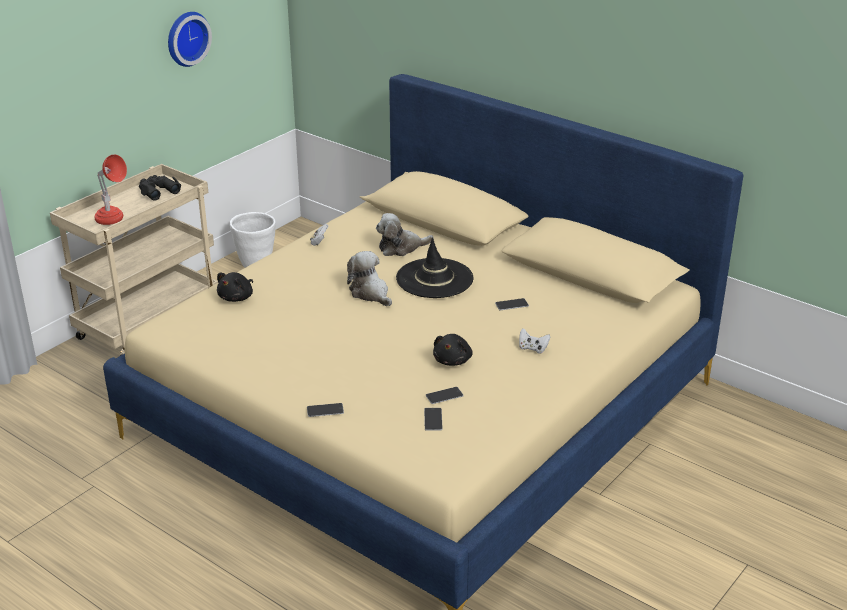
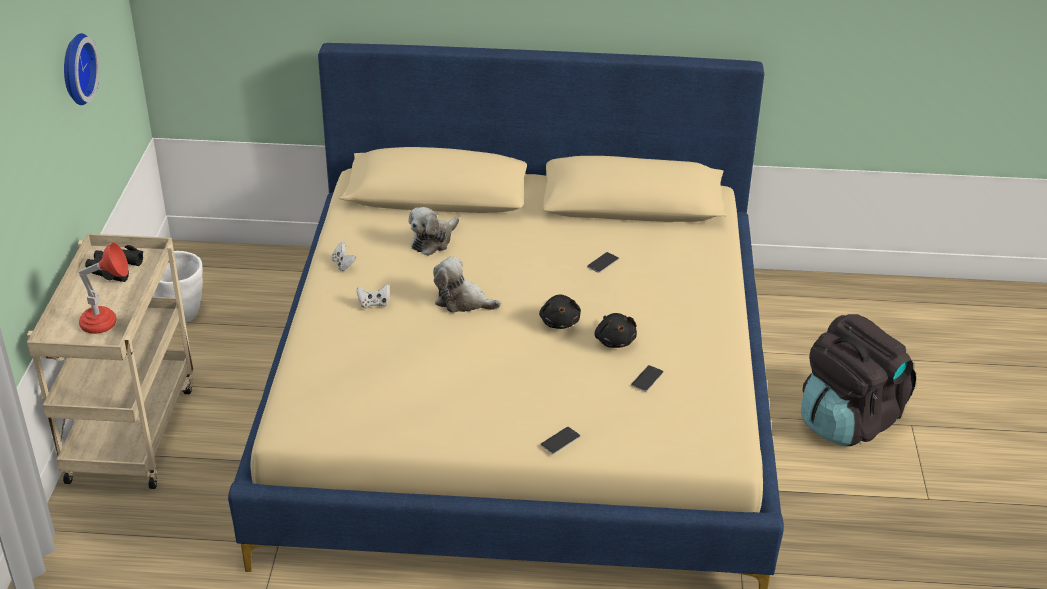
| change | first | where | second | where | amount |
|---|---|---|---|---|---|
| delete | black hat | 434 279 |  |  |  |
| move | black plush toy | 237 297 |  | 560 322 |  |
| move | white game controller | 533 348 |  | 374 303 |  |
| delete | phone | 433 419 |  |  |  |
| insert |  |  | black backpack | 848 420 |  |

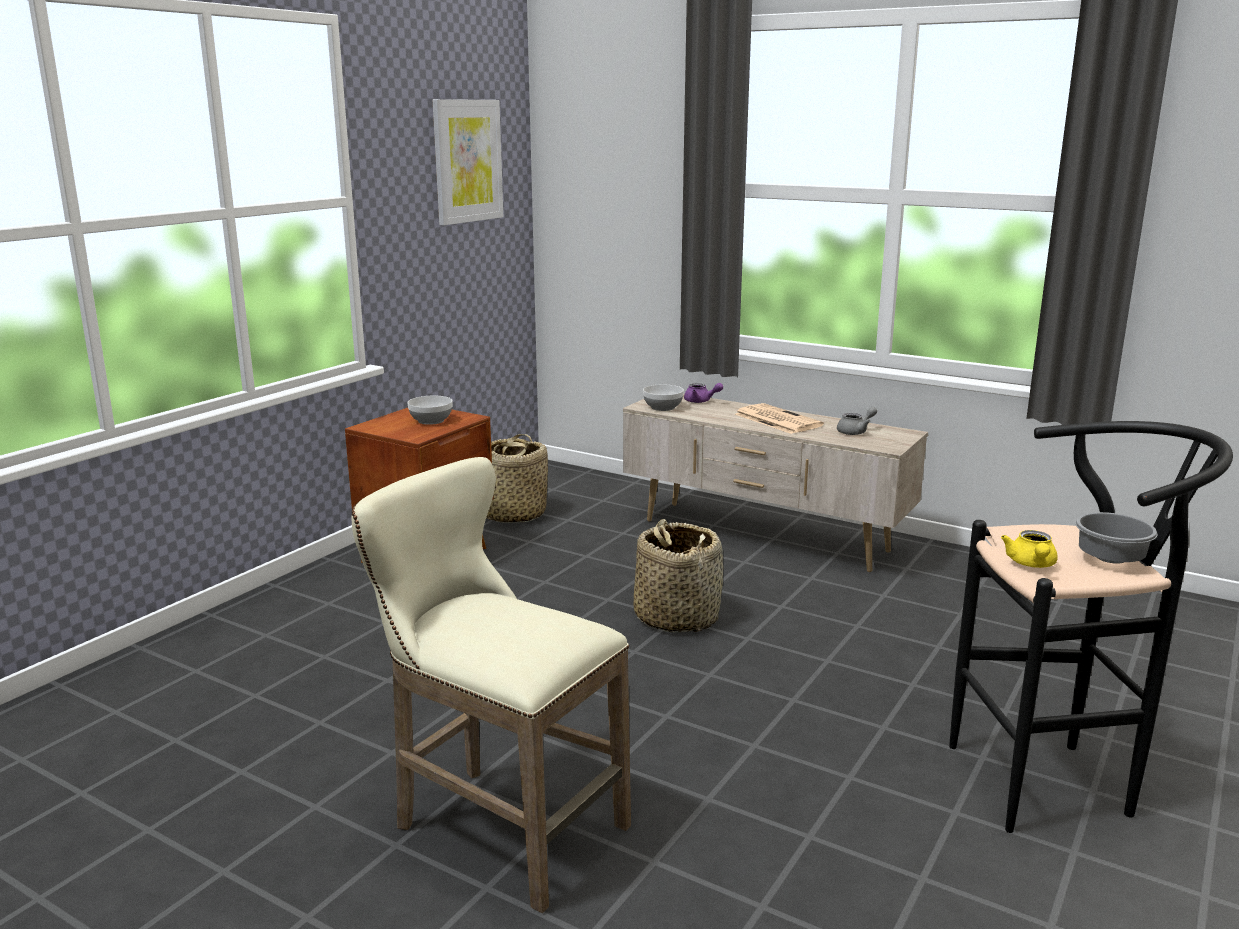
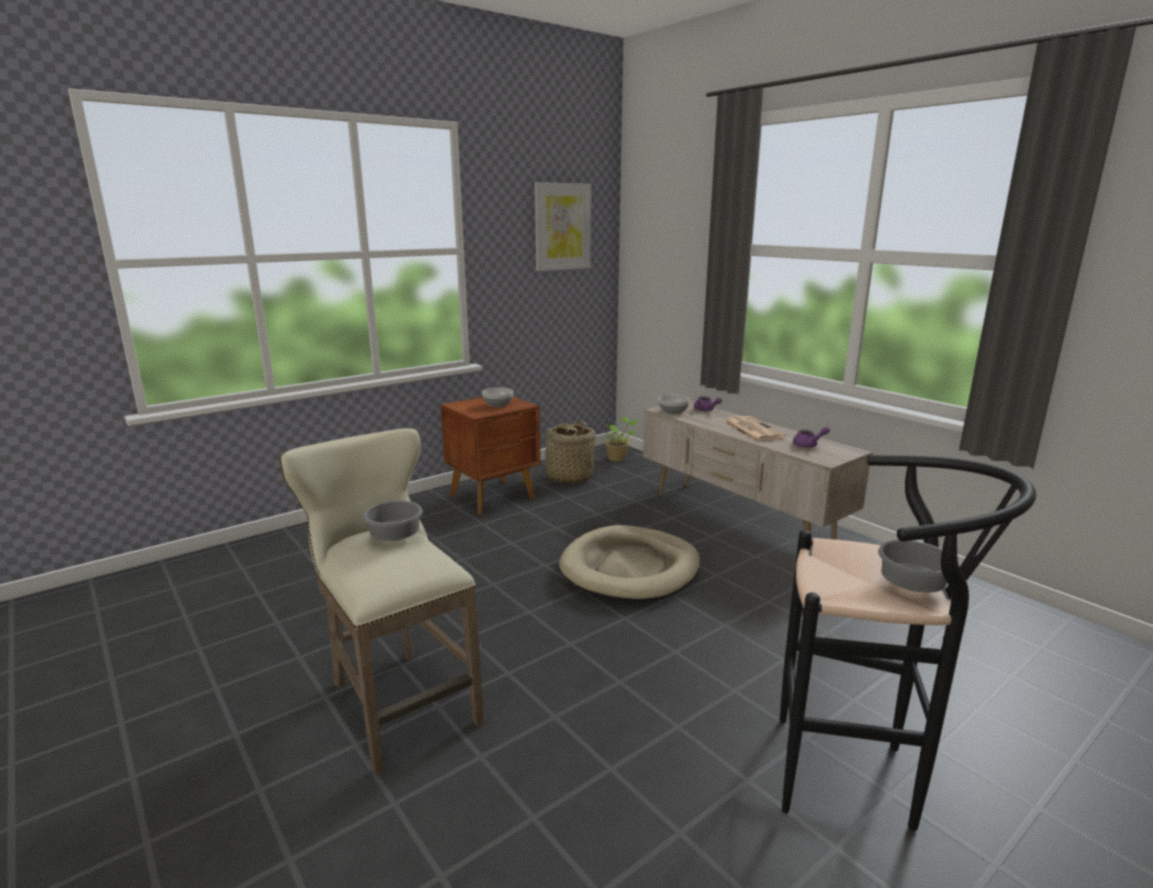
| change | first | where | second | where | amount |
|---|---|---|---|---|---|
| recolor | grey teapot | 856 432 | purple teapot | 809 445 |  |
| replace | basket | 676 617 | beige dog bed | 630 569 |  |
| delete | yellow teapot | 1031 564 |  |  |  |
| insert |  |  | potted plant | 618 458 |  |
| insert |  |  | grey bowl | 393 537 |  |

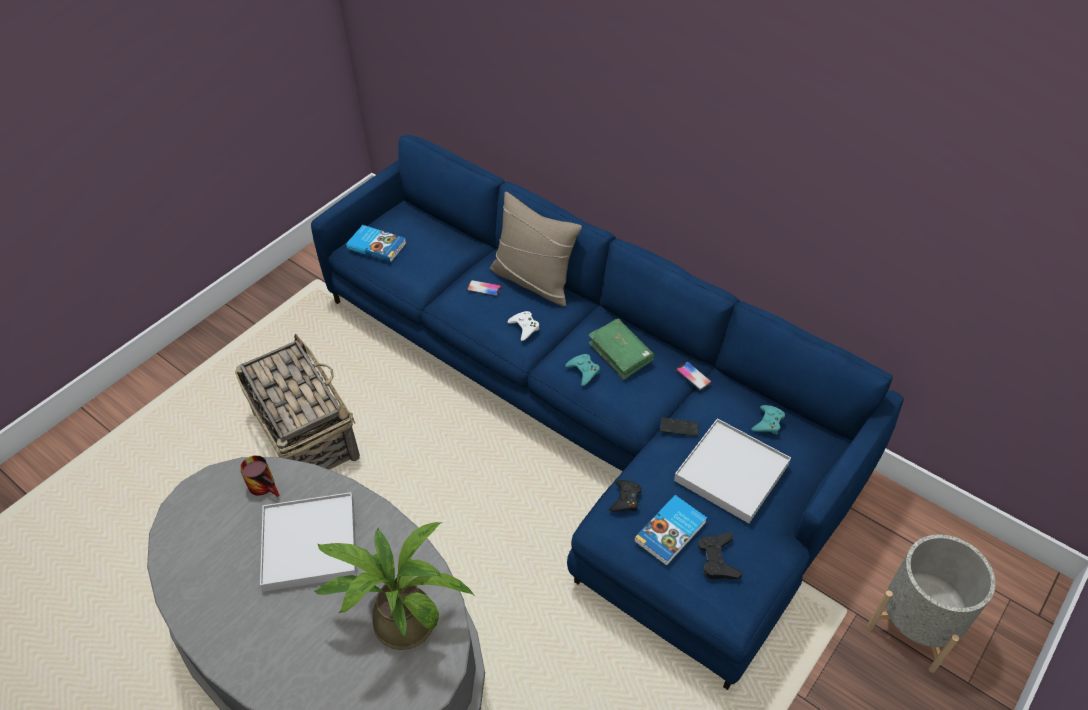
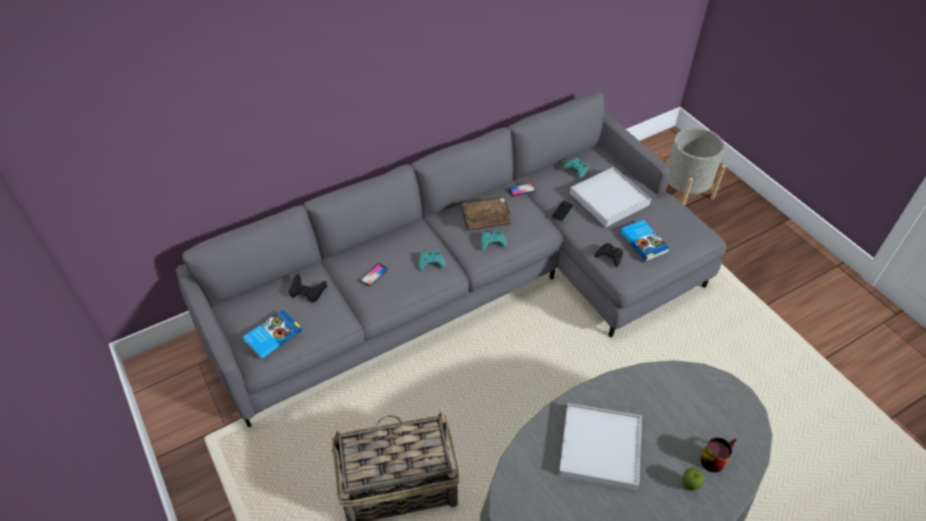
| change | first | where | second | where | amount |
|---|---|---|---|---|---|
| recolor | blue sofa | 590 414 | grey sofa | 472 284 |  |
| delete | beige pillow | 534 281 |  |  |  |
| recolor | white game controller | 524 327 | turquoise game controller | 431 262 |  |
| recolor | green book | 620 353 | brown book | 485 217 |  |
| move | mug | 266 485 |  | 714 457 |  |
| delete | potted plant | 399 617 |  |  |  |
| move | black game controller | 718 559 |  | 307 291 |  |
| insert |  |  | apple | 689 486 |  |

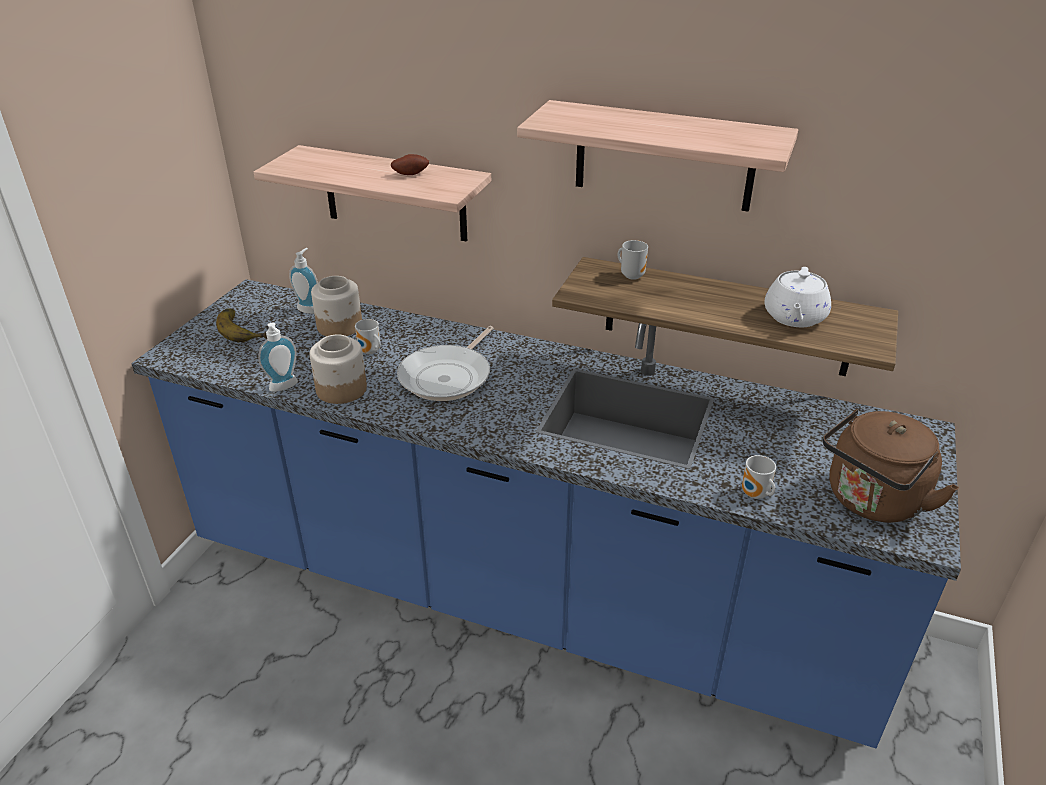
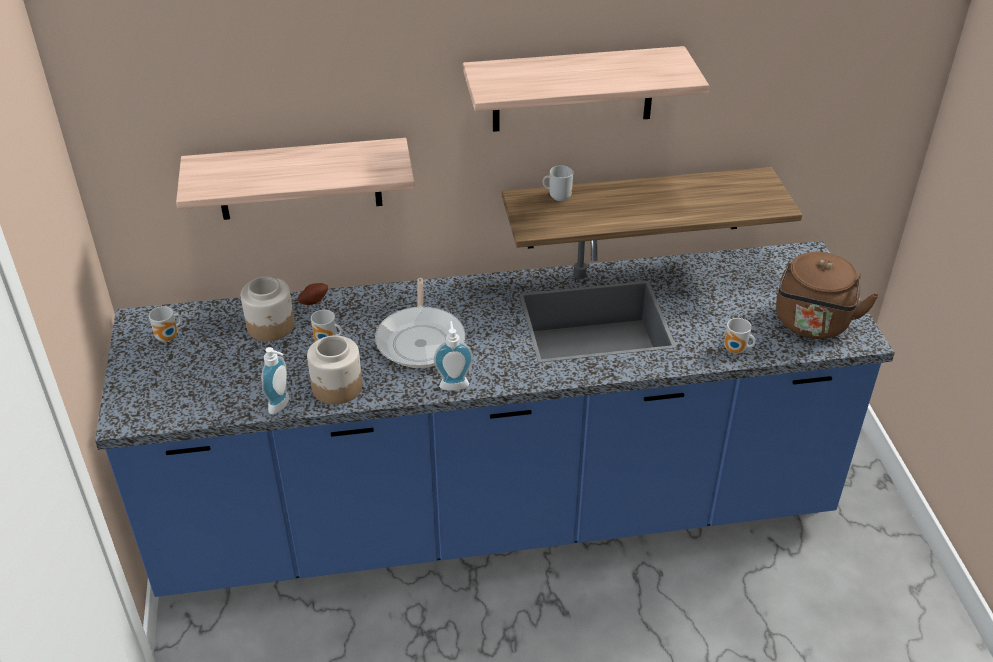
| change | first | where | second | where | amount |
|---|---|---|---|---|---|
| move | potato | 410 174 |  | 313 300 |  |
| move | soap dispenser | 310 308 |  | 454 383 |  |
| delete | white teapot | 794 317 |  |  |  |
| delete | banana | 247 328 |  |  |  |
| insert |  |  | mug | 169 337 |  |

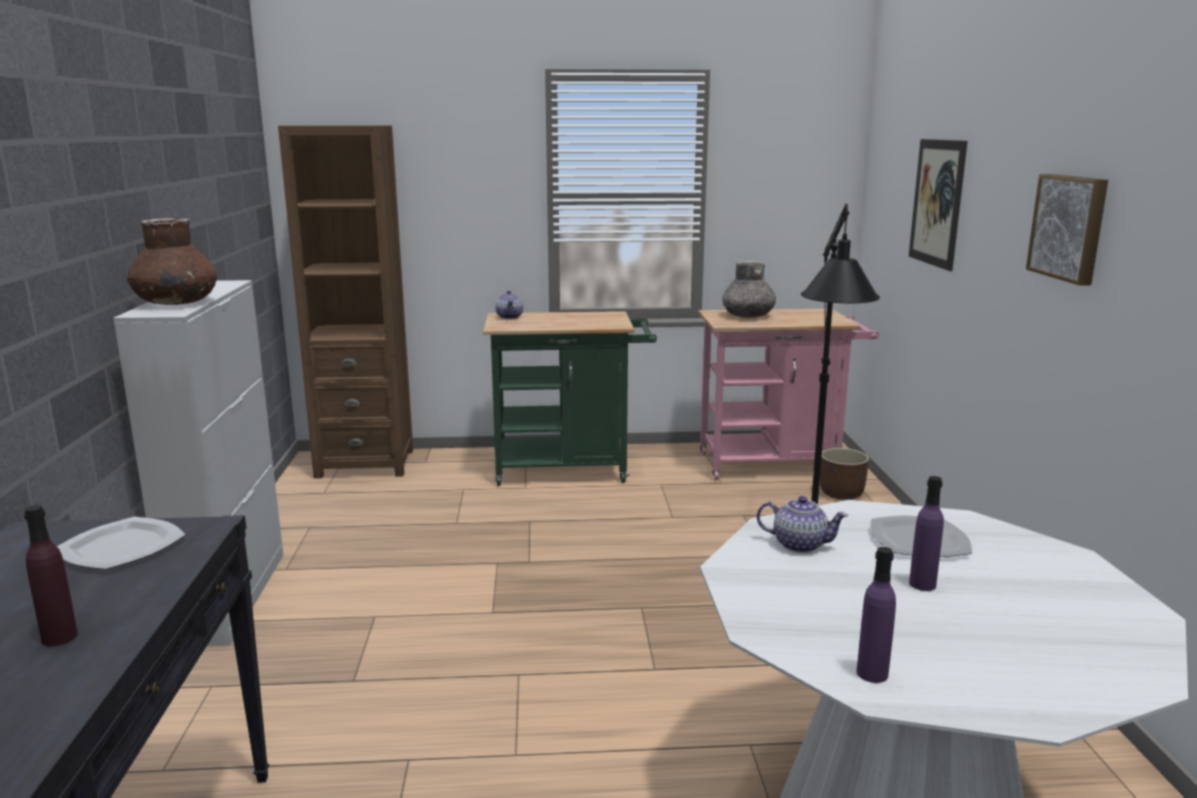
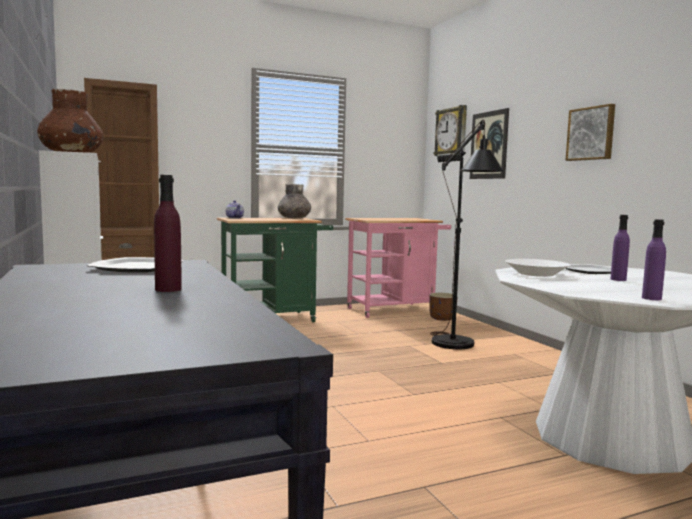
| change | first | where | second | where | amount |
|---|---|---|---|---|---|
| move | grey vase | 748 316 |  | 294 218 |  |
| replace | teapot | 799 544 | white bowl | 536 274 |  |
| insert |  |  | wall clock | 452 135 |  |

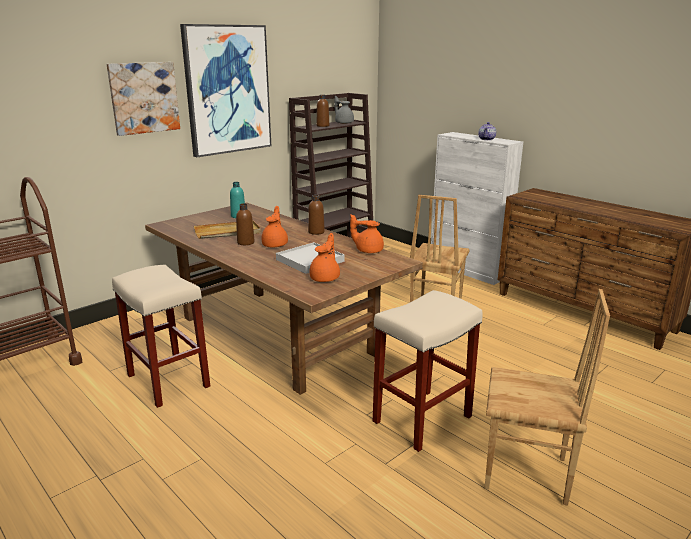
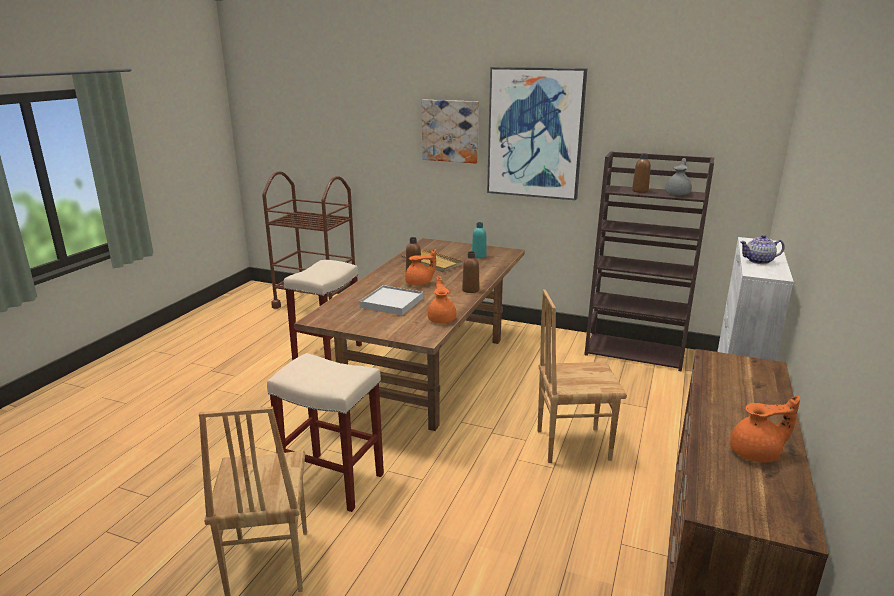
| change | first | where | second | where | amount |
|---|---|---|---|---|---|
| move | orange teapot | 325 278 |  | 757 453 |  |

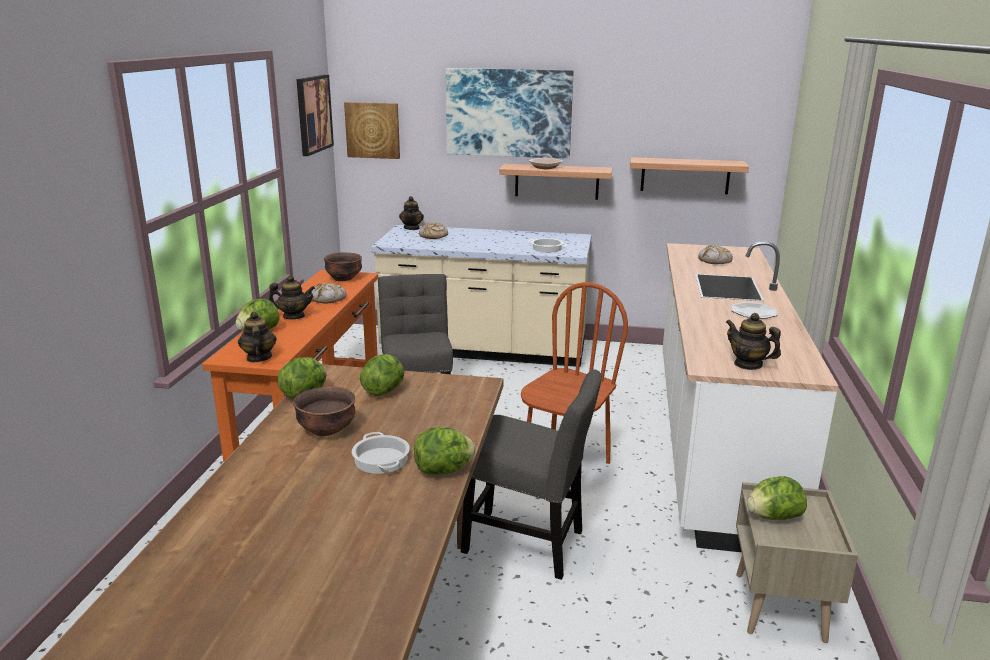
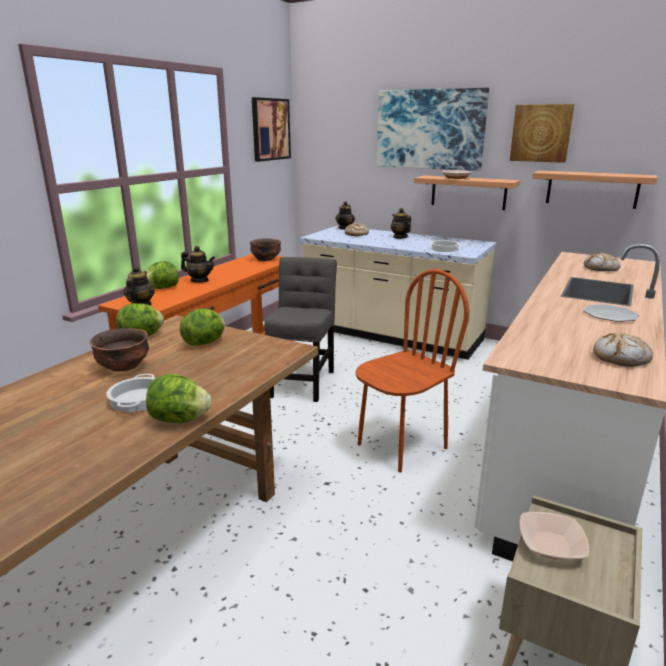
| change | first | where | second | where | amount |
|---|---|---|---|---|---|
| move | picture | 373 130 |  | 541 133 |  |
| move | bread | 329 299 |  | 621 358 |  |
| move | teapot | 748 364 |  | 400 237 |  |
| delete | grey chair | 529 544 |  |  |  |
| replace | lettuce | 773 517 | bowl | 551 545 |  |

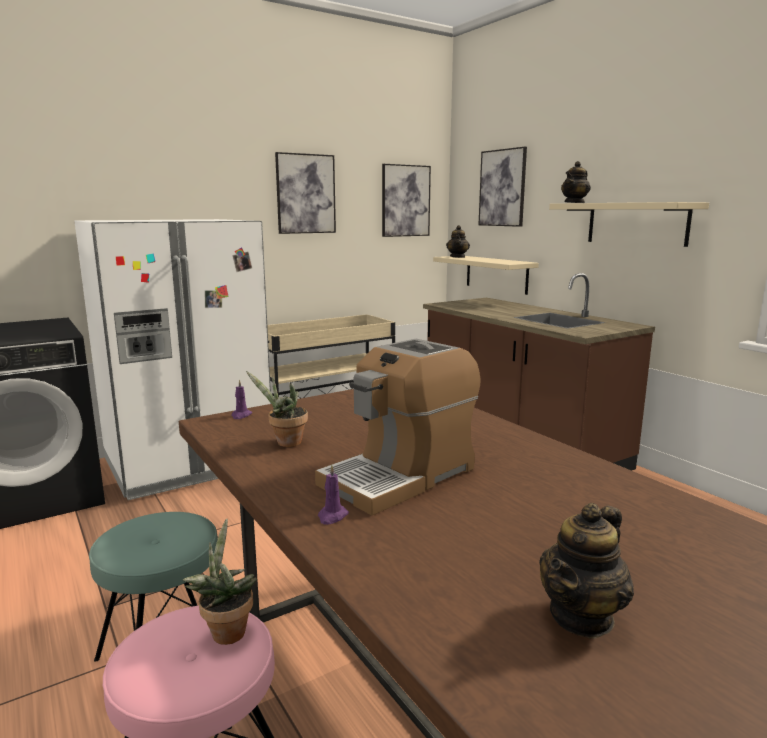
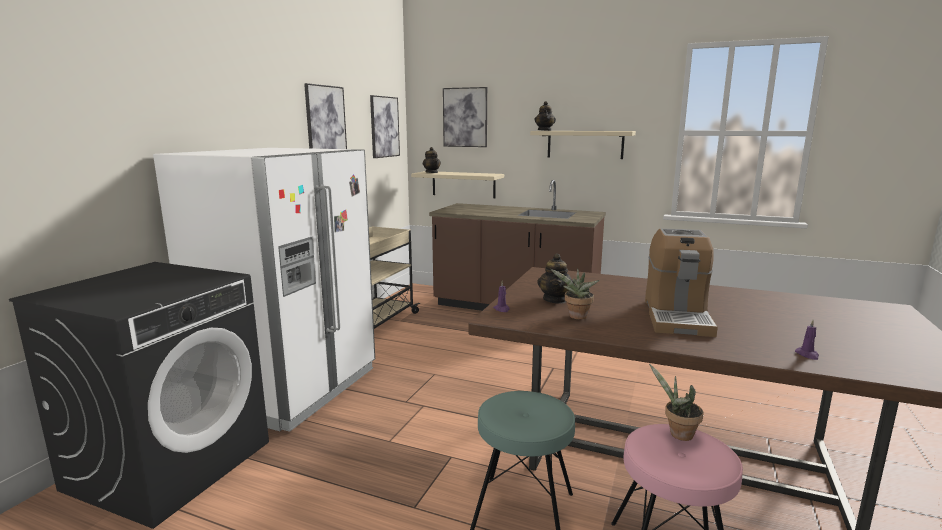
| change | first | where | second | where | amount |
|---|---|---|---|---|---|
| move | purple candle | 332 516 |  | 807 355 |  |
| move | teapot | 582 616 |  | 555 300 |  |

